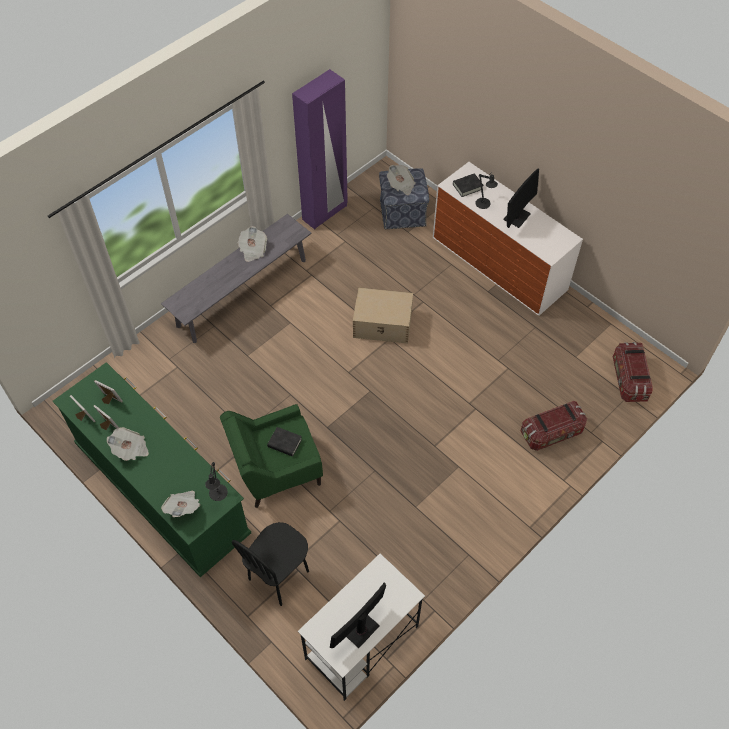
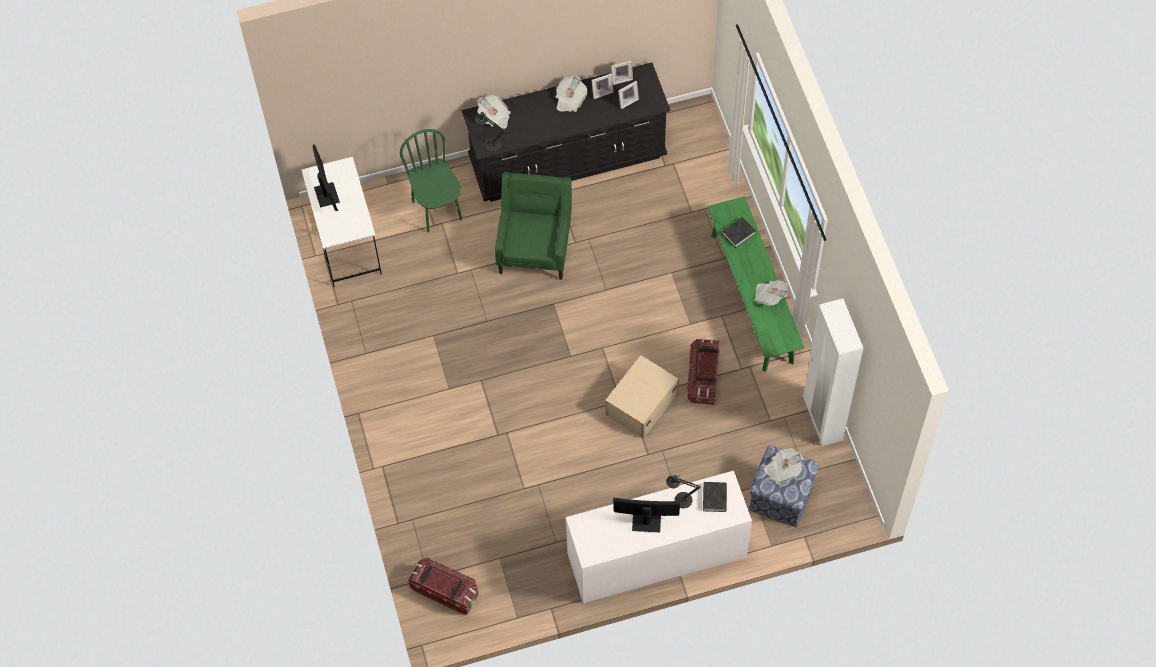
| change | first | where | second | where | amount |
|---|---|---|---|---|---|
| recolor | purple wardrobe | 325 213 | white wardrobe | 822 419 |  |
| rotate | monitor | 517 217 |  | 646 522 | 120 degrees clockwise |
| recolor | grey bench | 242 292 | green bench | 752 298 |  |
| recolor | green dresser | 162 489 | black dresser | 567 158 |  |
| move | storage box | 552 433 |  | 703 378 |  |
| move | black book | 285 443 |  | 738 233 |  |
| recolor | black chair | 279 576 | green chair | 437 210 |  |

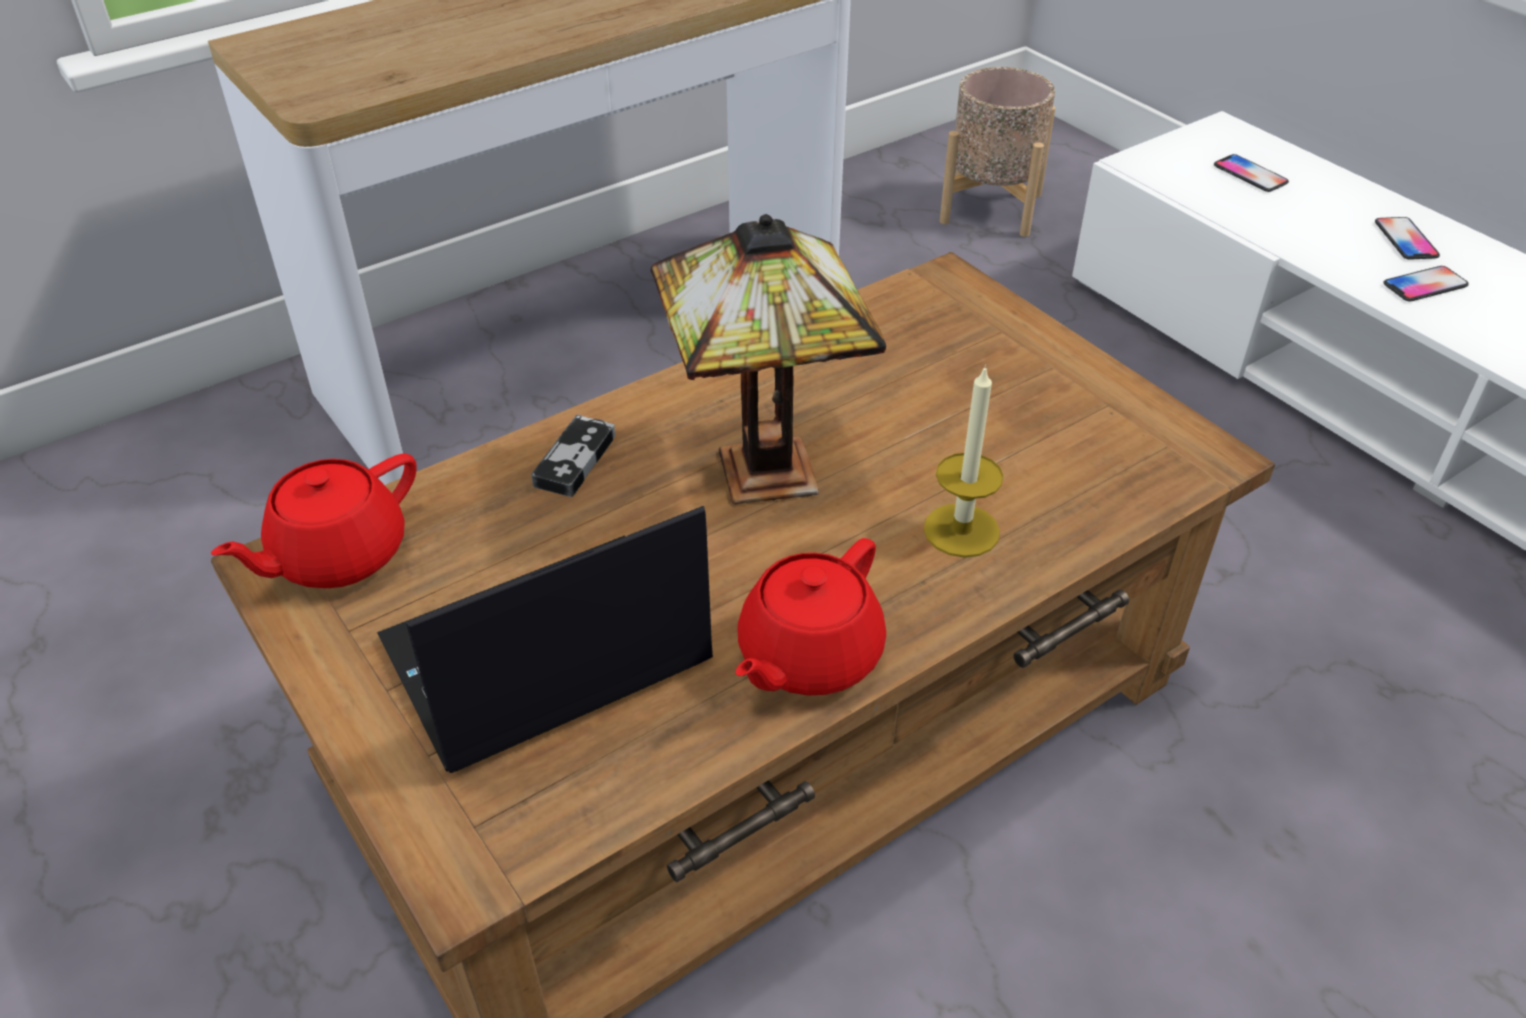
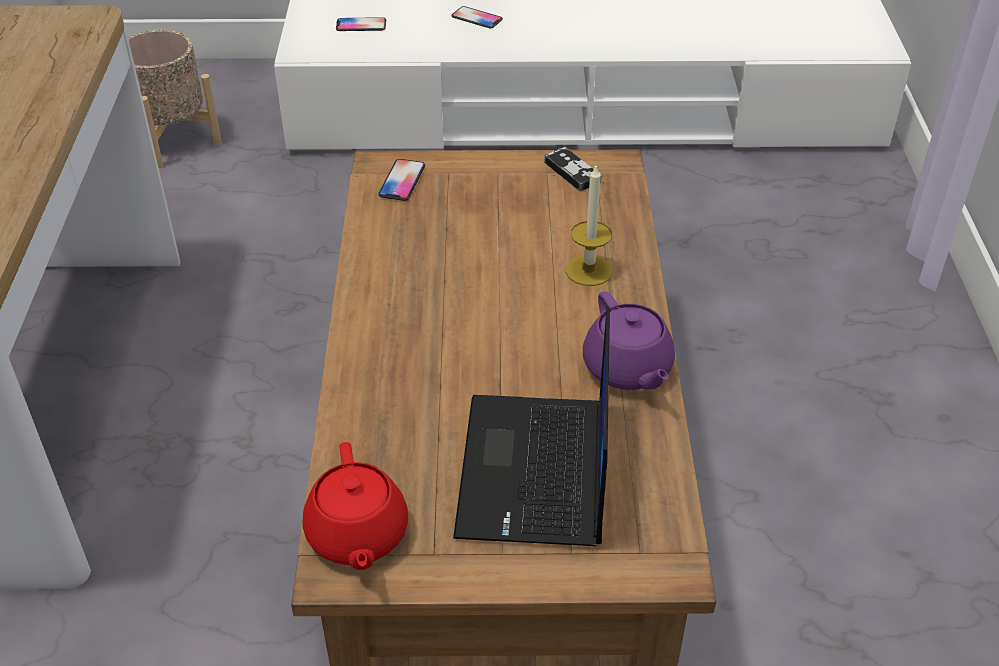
| change | first | where | second | where | amount |
|---|---|---|---|---|---|
| delete | table lamp | 761 476 |  |  |  |
| move | phone | 1425 285 |  | 402 181 |  |
| move | game controller | 575 460 |  | 572 172 |  |
| recolor | red teapot | 807 656 | purple teapot | 627 369 |  |

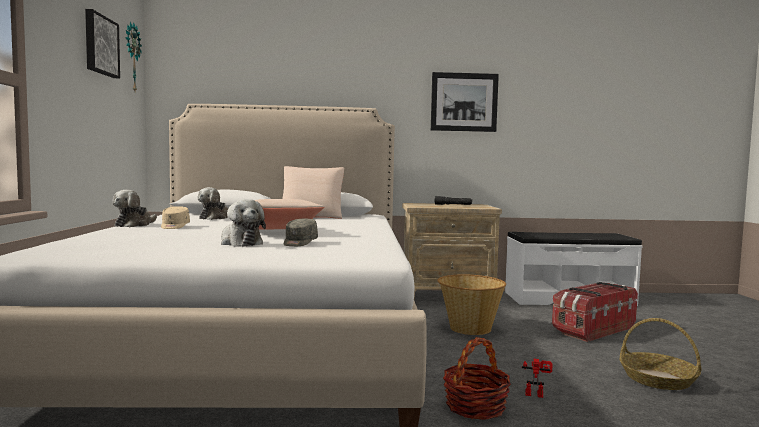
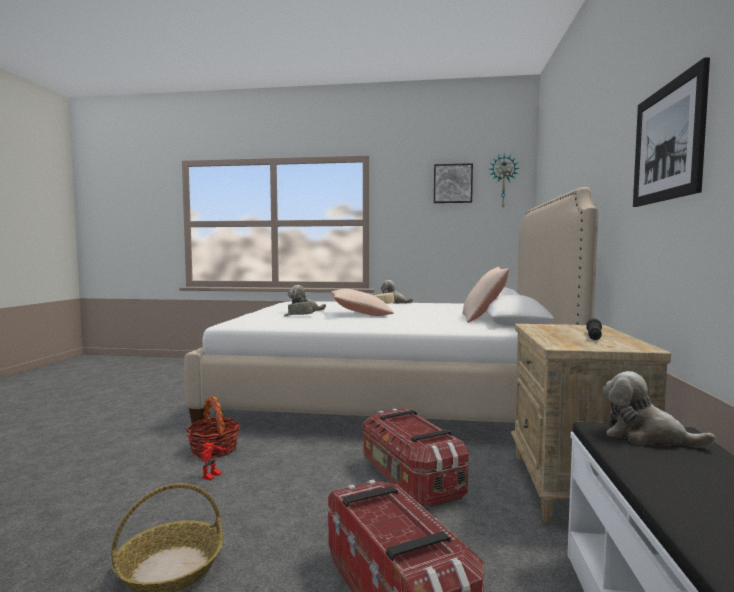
| change | first | where | second | where | amount |
|---|---|---|---|---|---|
| move | plush toy | 215 218 |  | 646 437 |  |
| replace | basket | 469 328 | storage box | 410 479 |  |

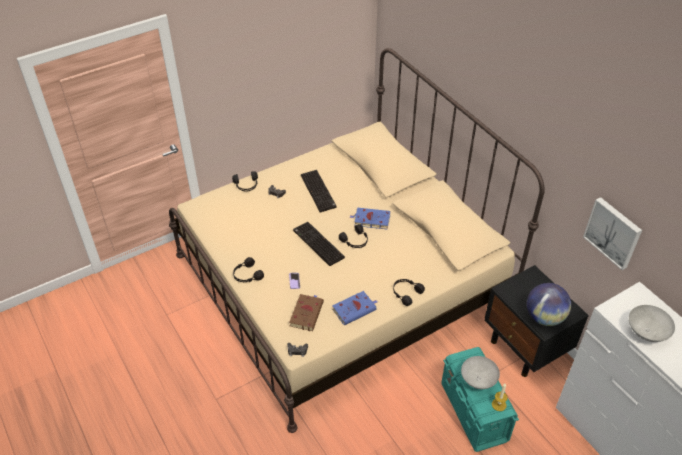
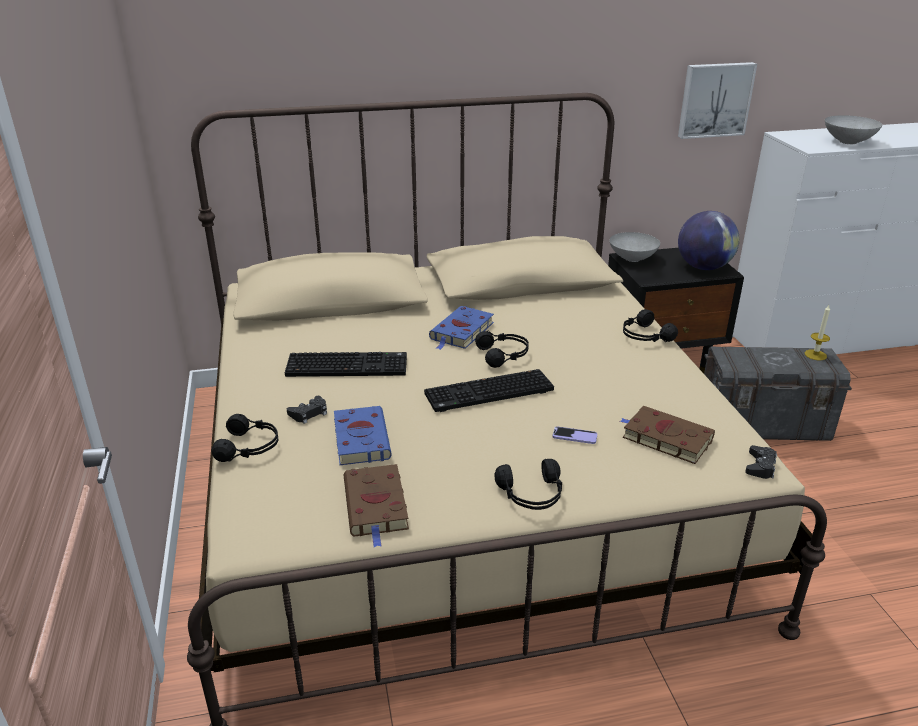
| change | first | where | second | where | amount |
|---|---|---|---|---|---|
| move | blue book | 355 309 |  | 361 438 |  |
| recolor | turquoise storage box | 474 412 | grey storage box | 763 426 |  |
| move | grey bowl | 478 380 |  | 633 259 |  |
| insert |  |  | brown book | 376 507 |  |

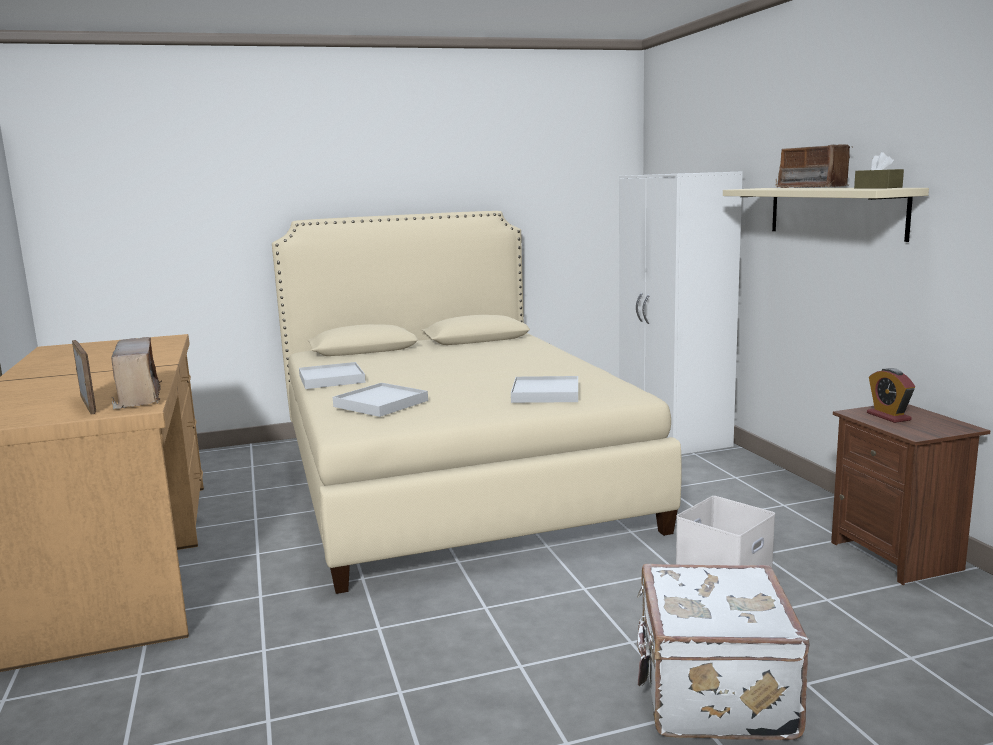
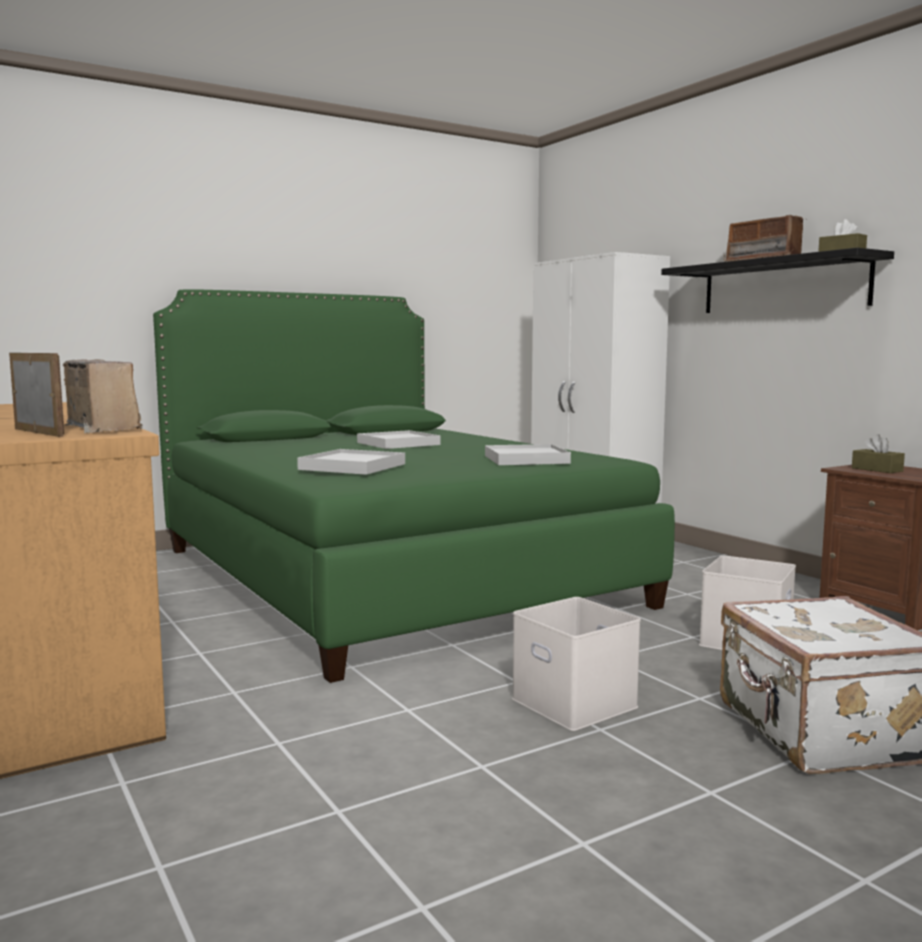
| change | first | where | second | where | amount |
|---|---|---|---|---|---|
| recolor | beige shelf | 835 212 | black shelf | 783 286 |  |
| recolor | beige bed | 451 478 | green bed | 386 576 |  |
| move | white tray | 331 379 |  | 398 444 |  |
| replace | alarm clock | 888 416 | brown tissue box | 877 469 |  |
| insert |  |  | white storage box | 571 703 |  |

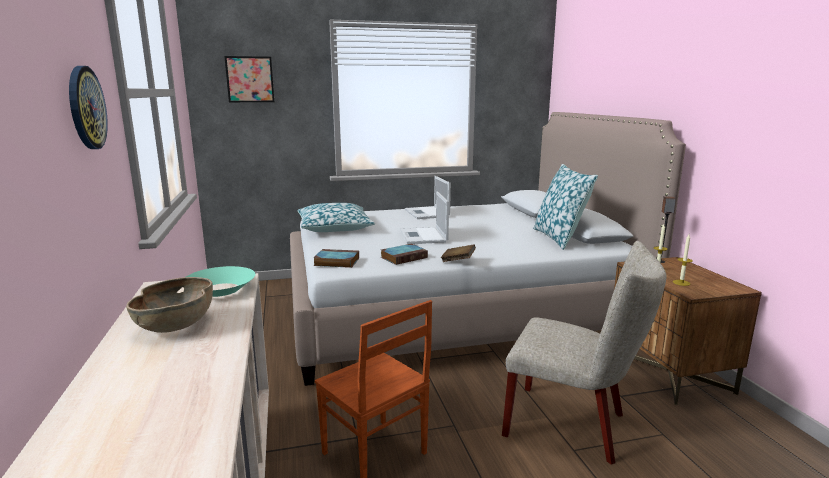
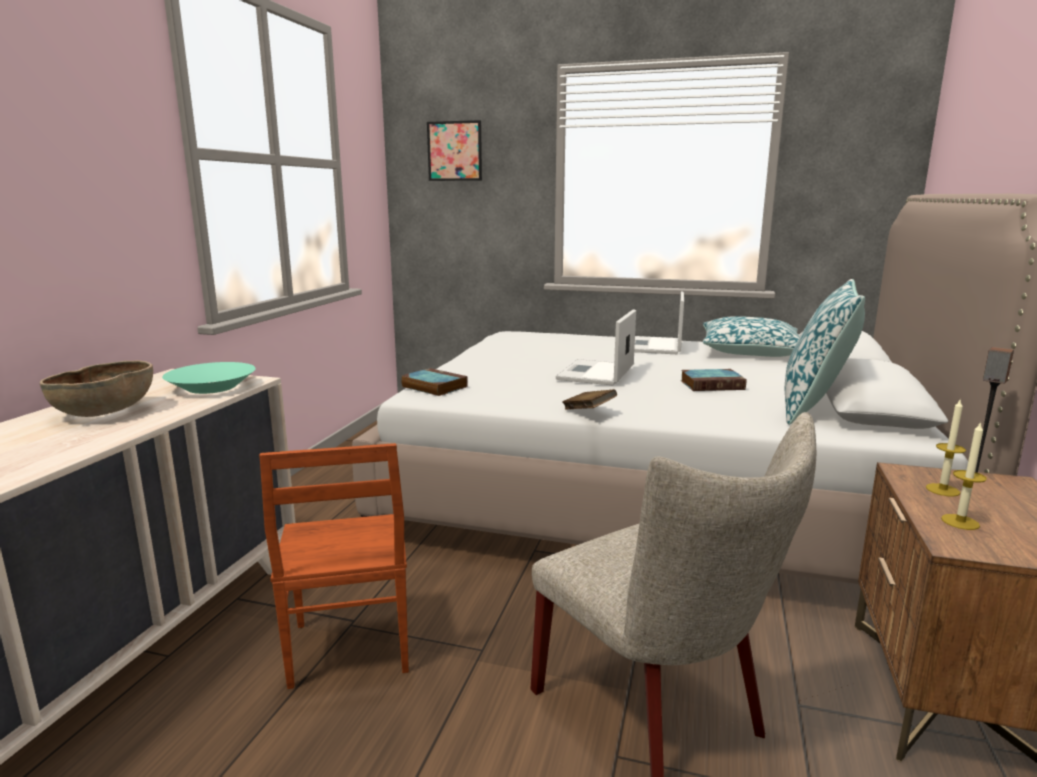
| change | first | where | second | where | amount |
|---|---|---|---|---|---|
| delete | wall clock | 86 108 |  |  |  |
| move | pillow | 334 227 |  | 750 351 |  |
| move | book | 404 257 |  | 713 385 |  |

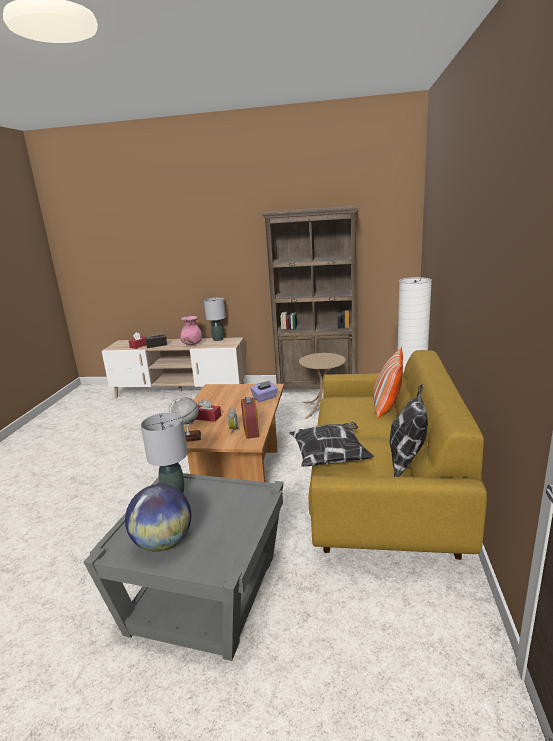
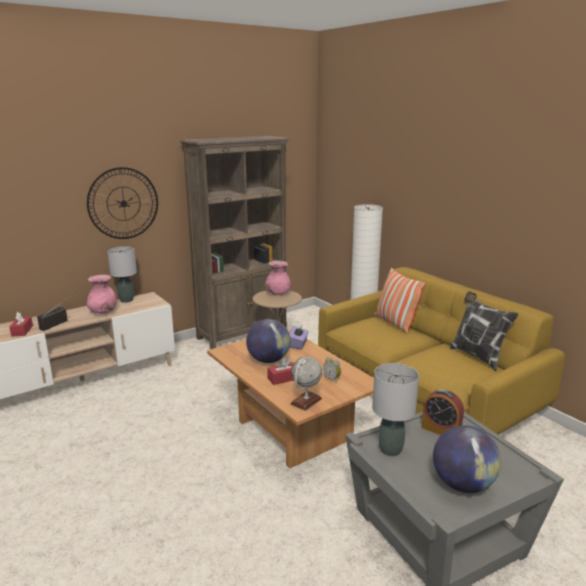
| change | first | where | second | where | amount |
|---|---|---|---|---|---|
| move | alarm clock | 251 431 |  | 441 430 |  |
| delete | pillow | 330 457 |  |  |  |
| insert |  |  | wall clock | 123 203 |  |
| insert |  |  | pink vase | 278 294 |  |
| insert |  |  | globe | 268 360 |  |

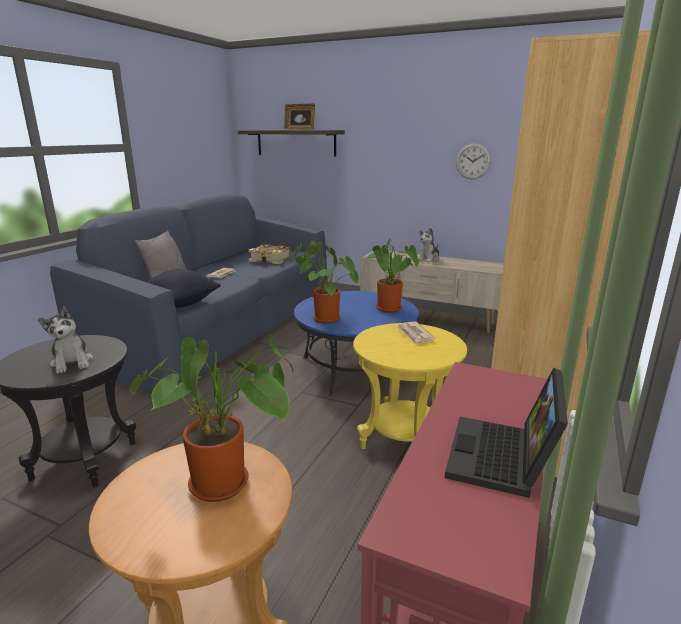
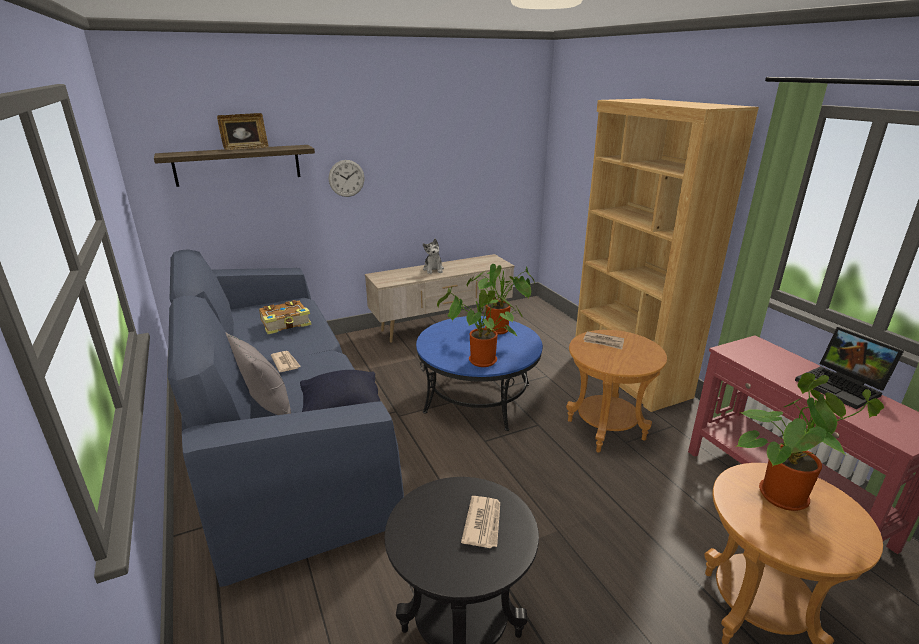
| change | first | where | second | where | amount |
|---|---|---|---|---|---|
| move | wall clock | 473 161 |  | 346 178 |  |
| replace | plush toy | 72 362 | newspaper | 483 523 |  |
| recolor | yellow side table | 404 440 | brown side table | 606 429 |  |

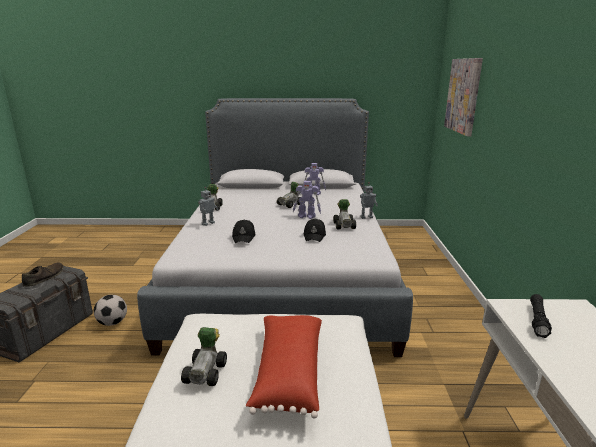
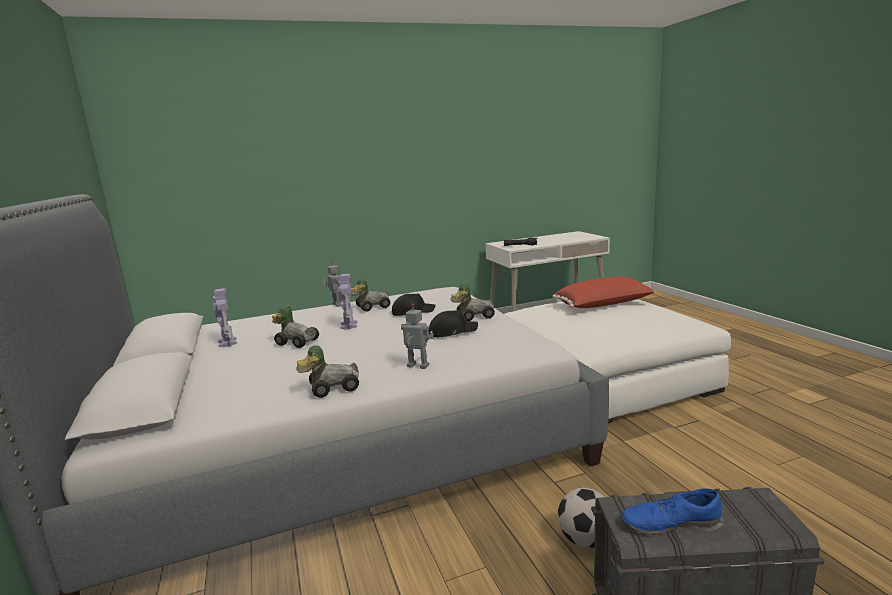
| change | first | where | second | where | amount |
|---|---|---|---|---|---|
| delete | picture | 463 95 |  |  |  |
| recolor | brown shoe | 44 277 | blue shoe | 670 521 |  |
| move | toy car | 207 371 |  | 473 316 |  |

